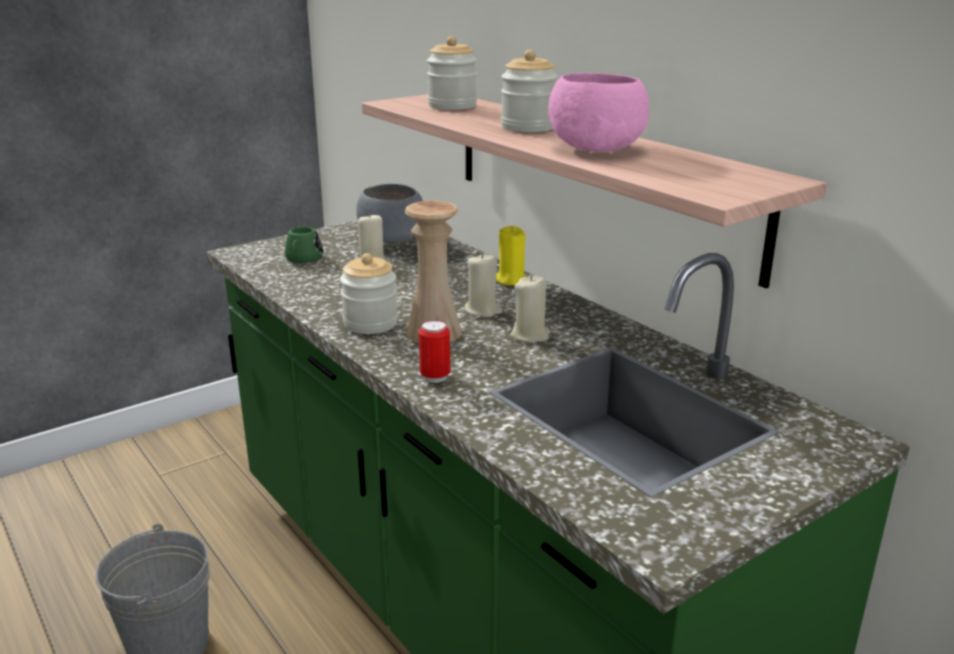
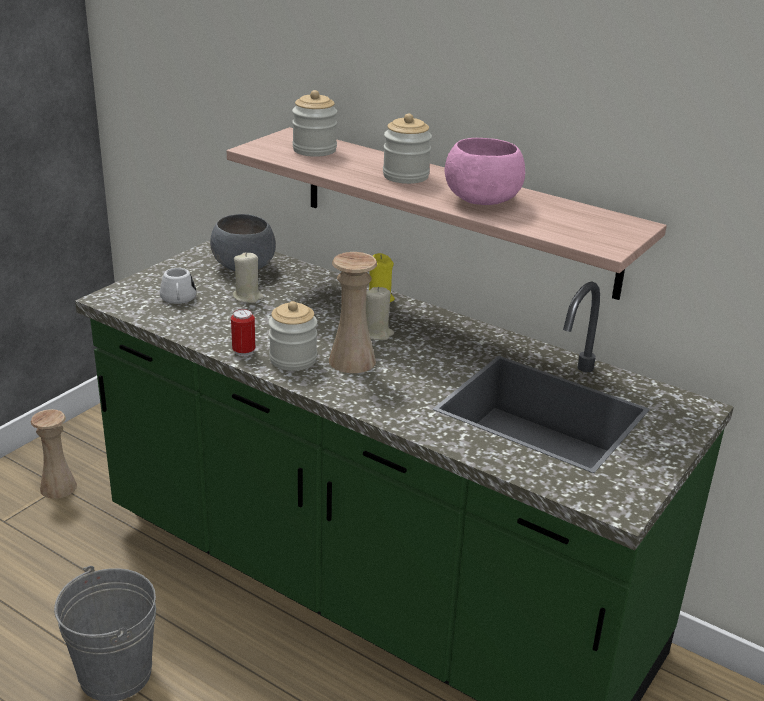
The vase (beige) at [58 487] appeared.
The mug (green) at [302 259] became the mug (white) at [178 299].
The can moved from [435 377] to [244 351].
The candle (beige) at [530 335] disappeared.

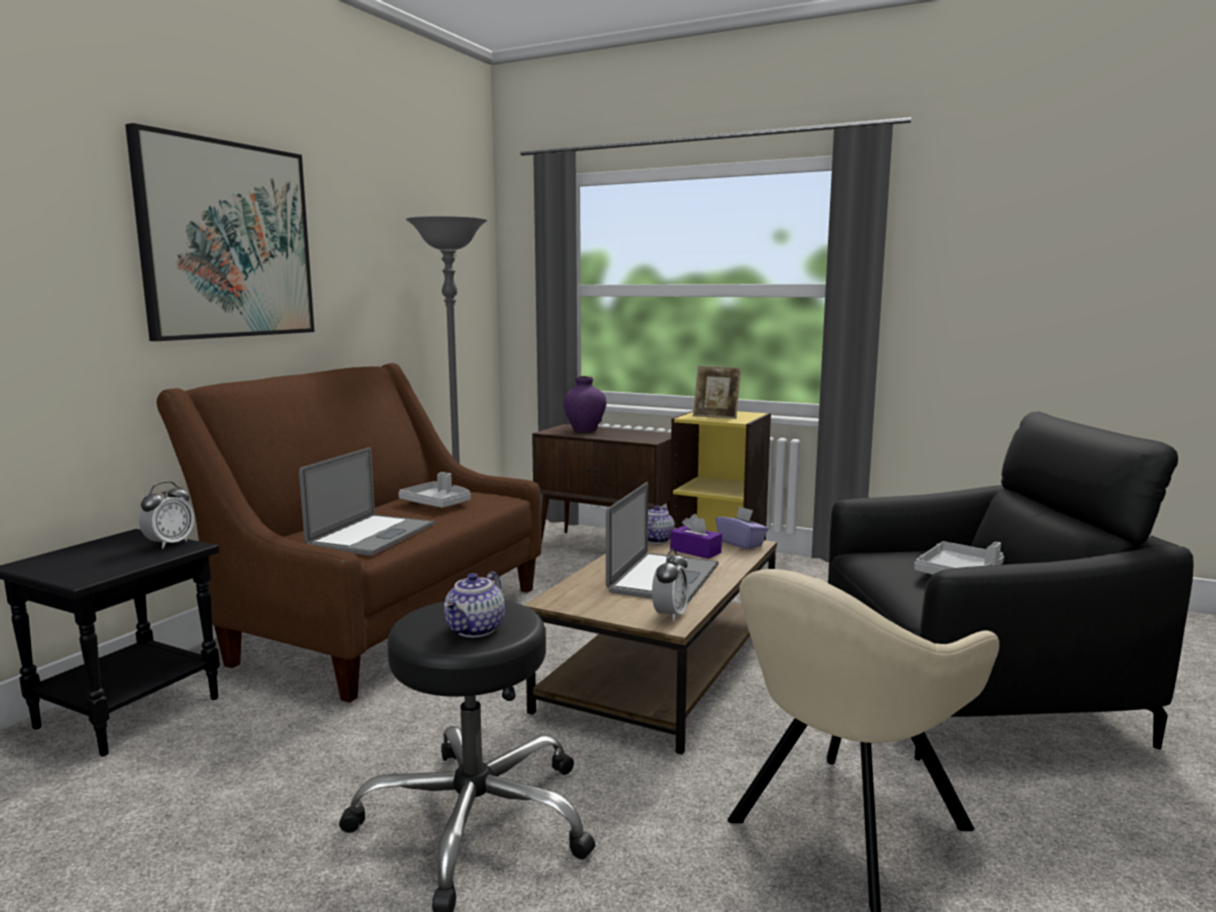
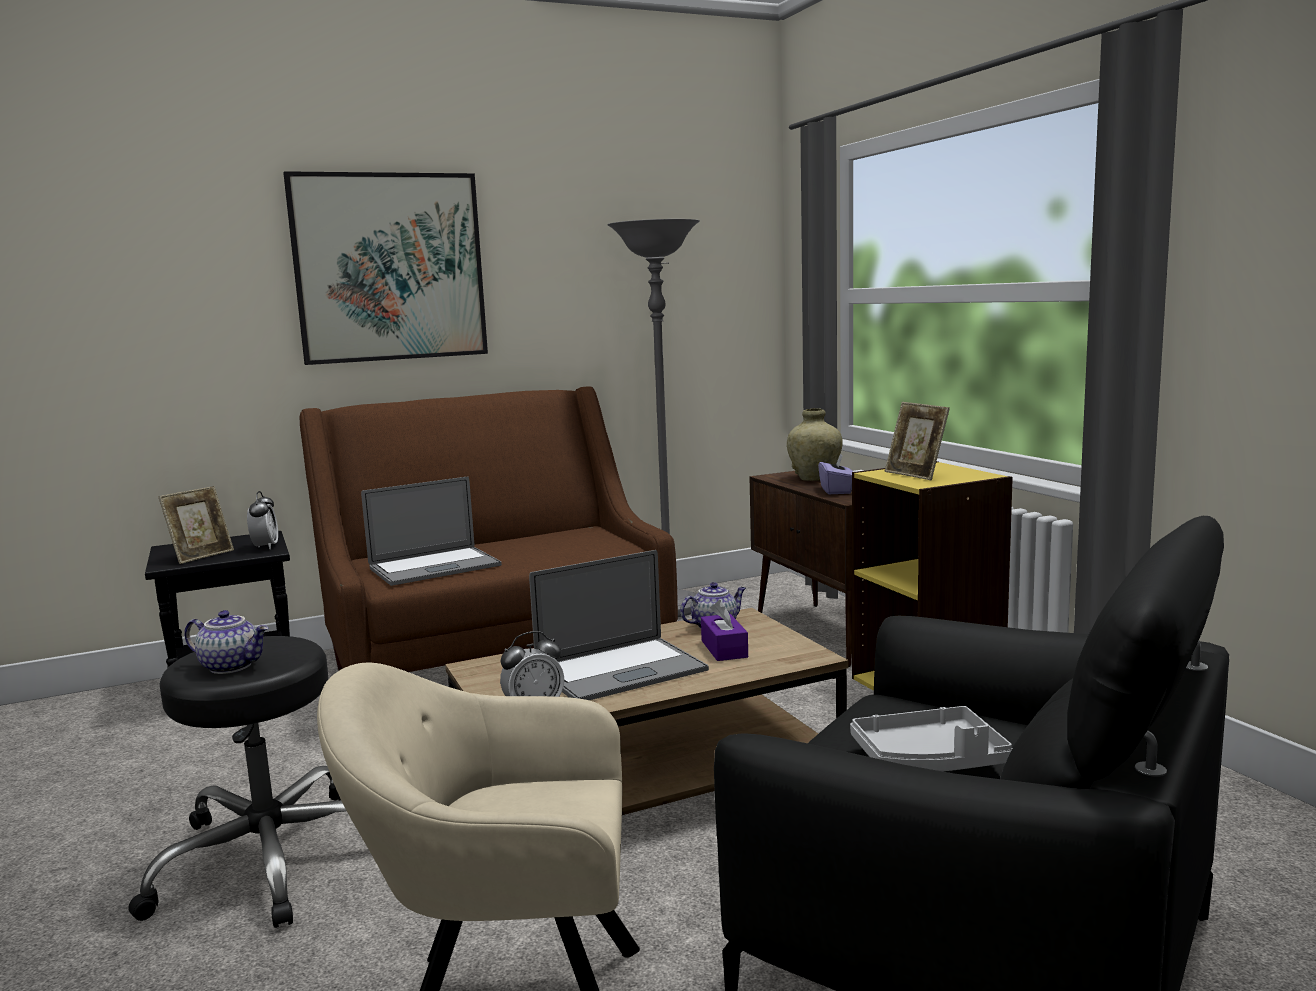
The picture frame at [201 556] appeared.
The teapot at [476 630] turned 135 degrees counterclockwise.
The alarm clock at [169 544] turned 75 degrees counterclockwise.
The vase (purple) at [585 430] became the vase (beige) at [814 478].
The tissue box (purple) moved from [741 543] to [836 490].
The tray (grey) at [438 504] disappeared.

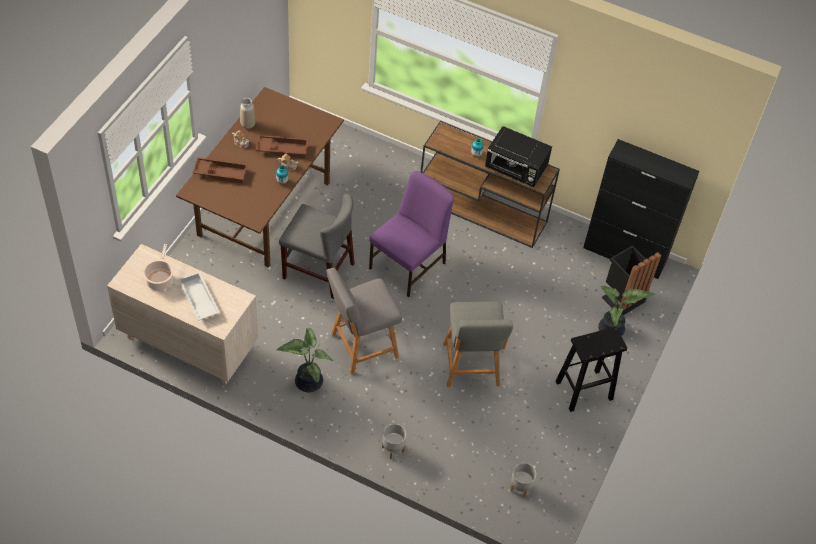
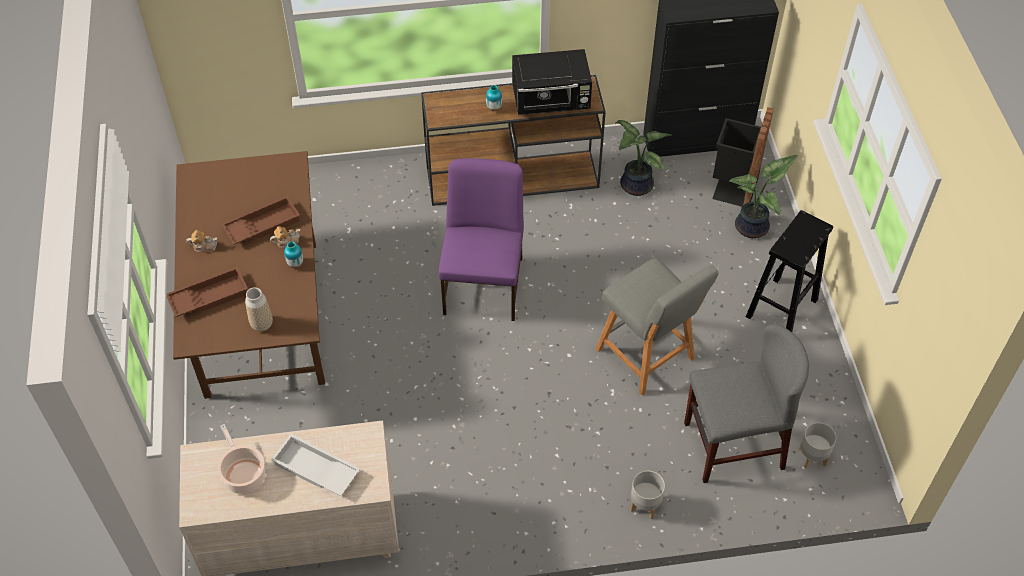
The vase moved from [248 125] to [262 324].
The potted plant moved from [307 381] to [634 185].
The chair (grey) moved from [318 271] to [733 445].
The stool (grey) at [361 347] disappeared.

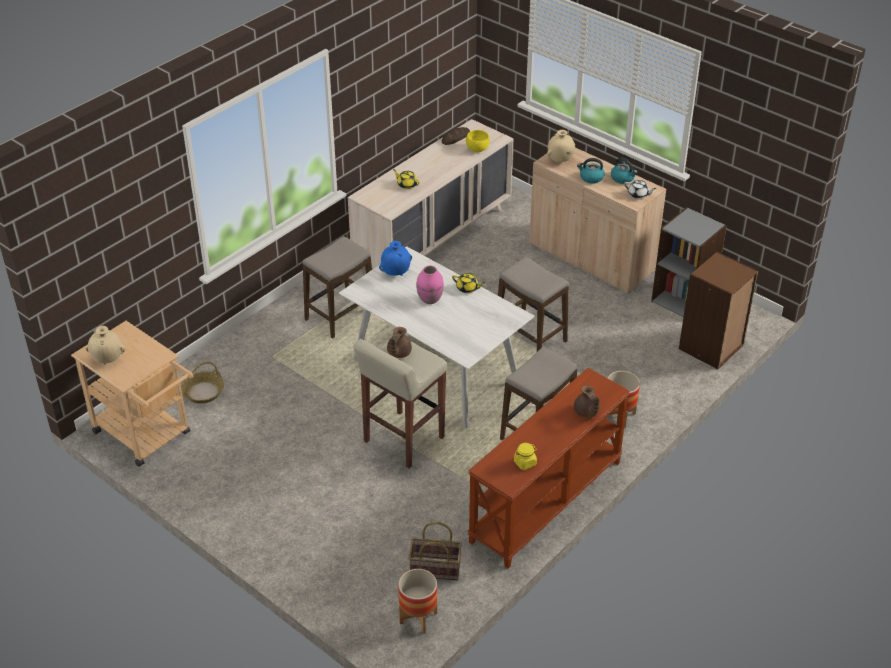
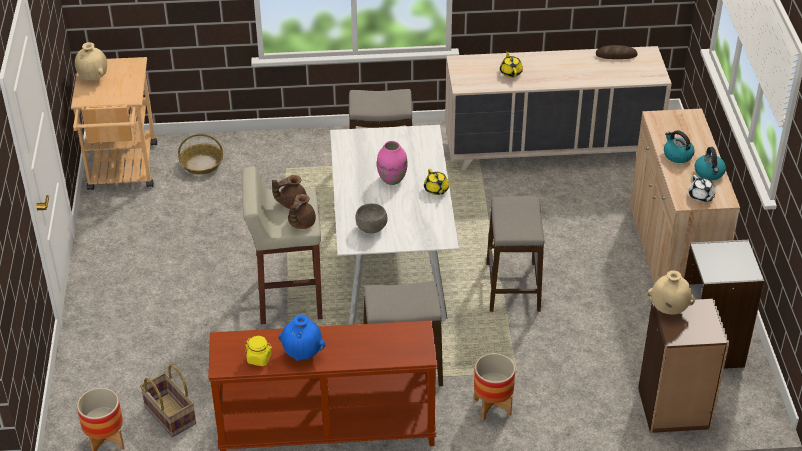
The vase (blue) moved from [396 273] to [303 354].
The teapot (brown) moved from [586 412] to [301 223].
The bowl (grey) at [372 228] appeared.
The vase (beige) moved from [560 161] to [668 309].
The bowl (yellow) at [477 149] disappeared.

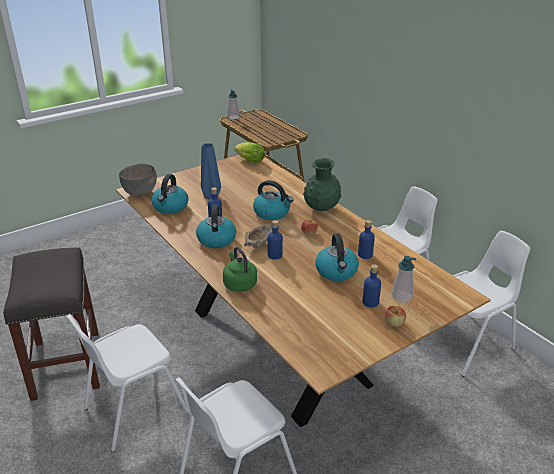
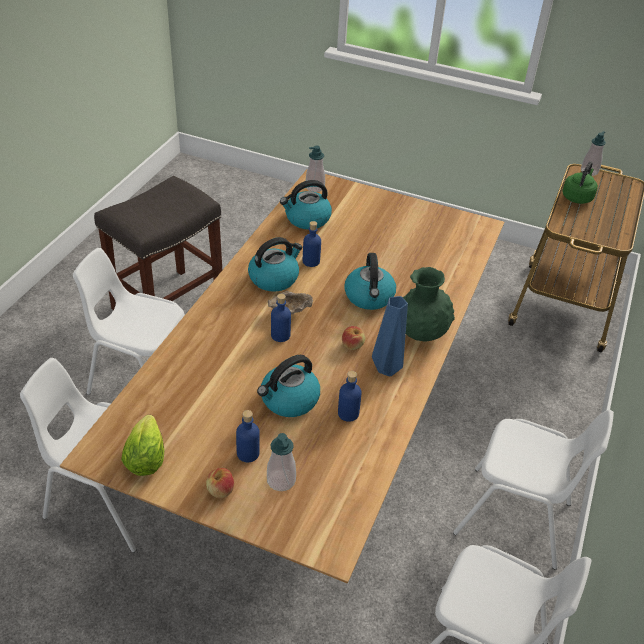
The lettuce moved from [249 161] to [146 455].
The bowl (grey) at [140 193] was replaced by the soap dispenser at [315 187].
The vase (blue) moved from [210 196] to [387 368].
The kettle (green) moved from [239 284] to [577 197].

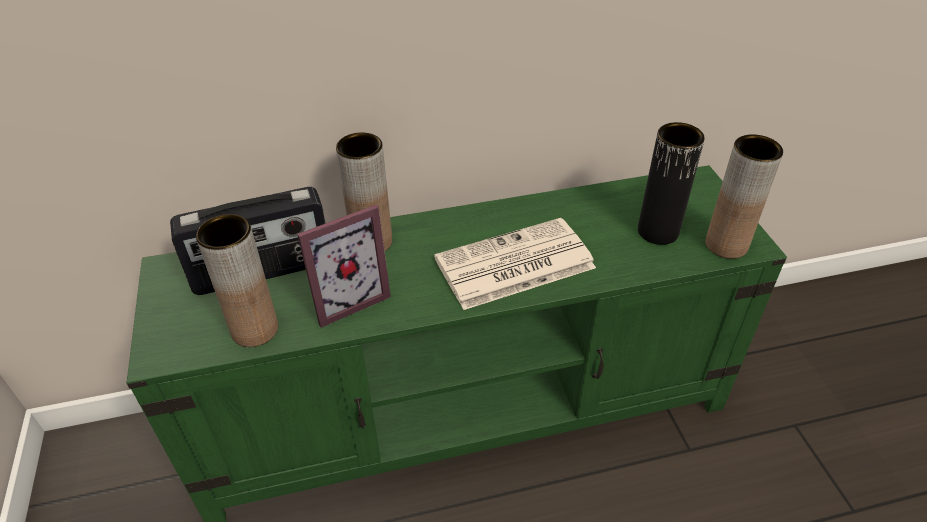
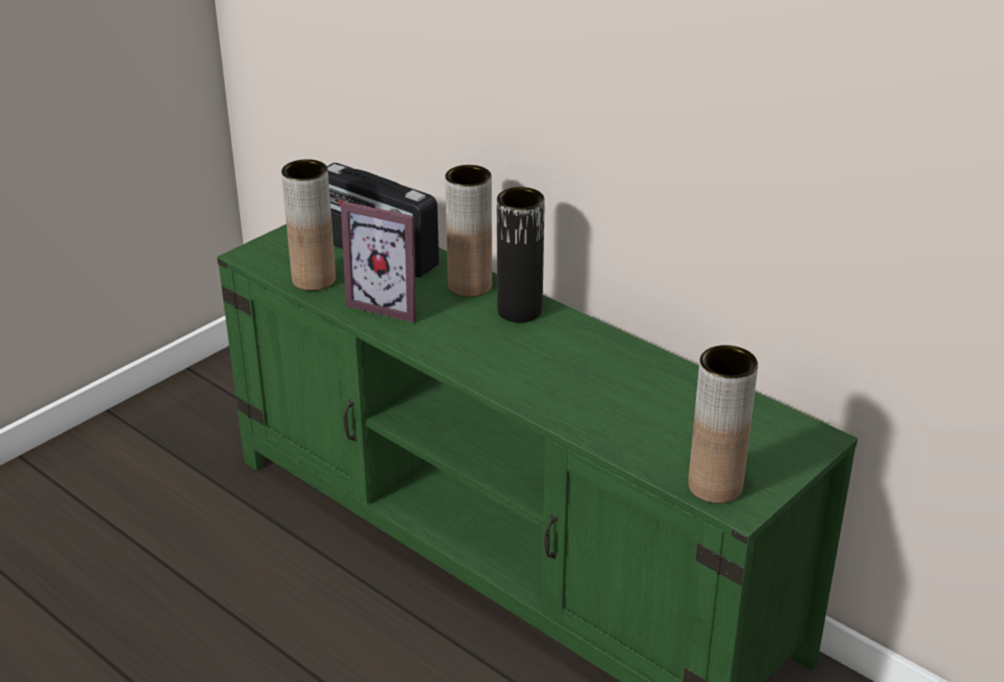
The vase (black) moved from [658 231] to [519 311].
The newspaper at [513 265] disappeared.

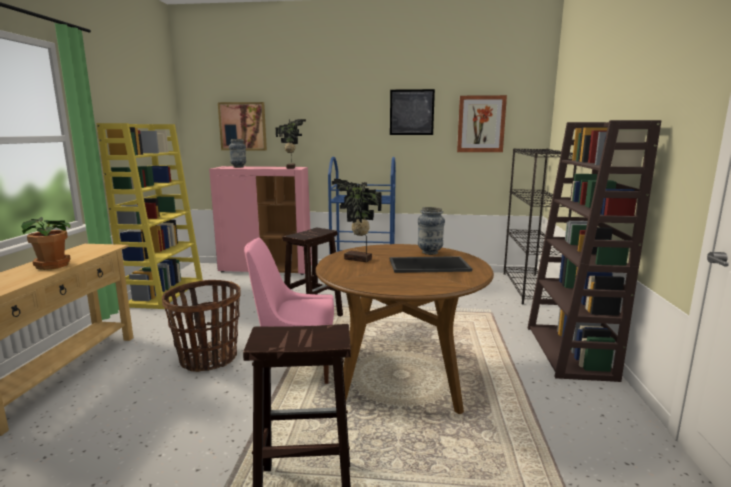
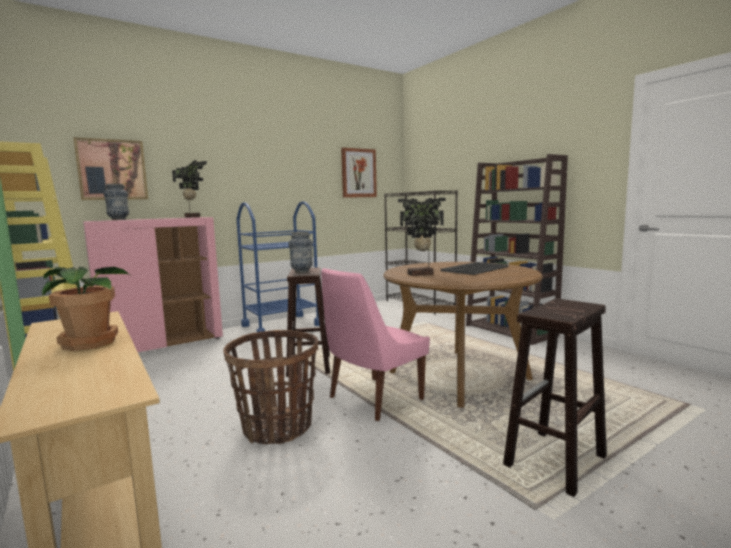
The vase moved from [430 252] to [302 272].
The picture at [411 112] disappeared.

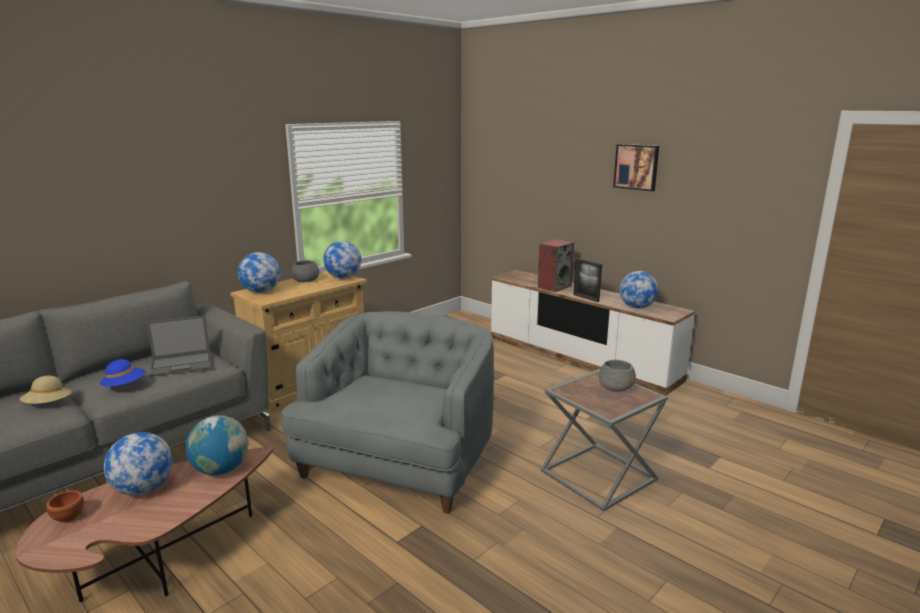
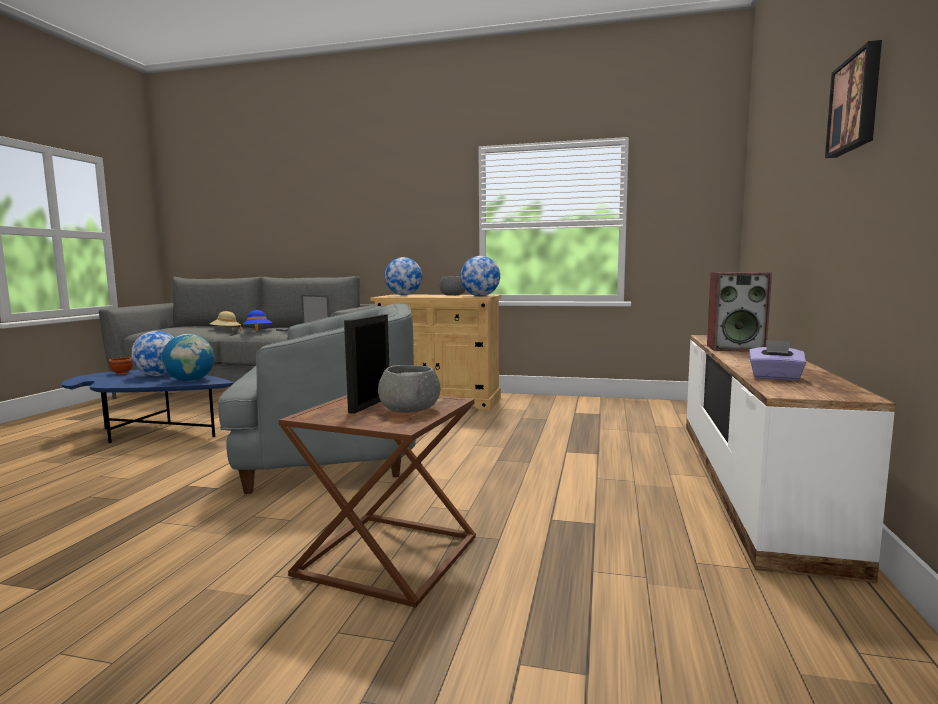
The coffee table (brown) at [158 561] became the coffee table (blue) at [149 431].
The side table (grey) at [600 476] became the side table (brown) at [388 558].
The picture frame moved from [586 298] to [370 404].
The globe at [636 307] was replaced by the tissue box (purple) at [775 377].

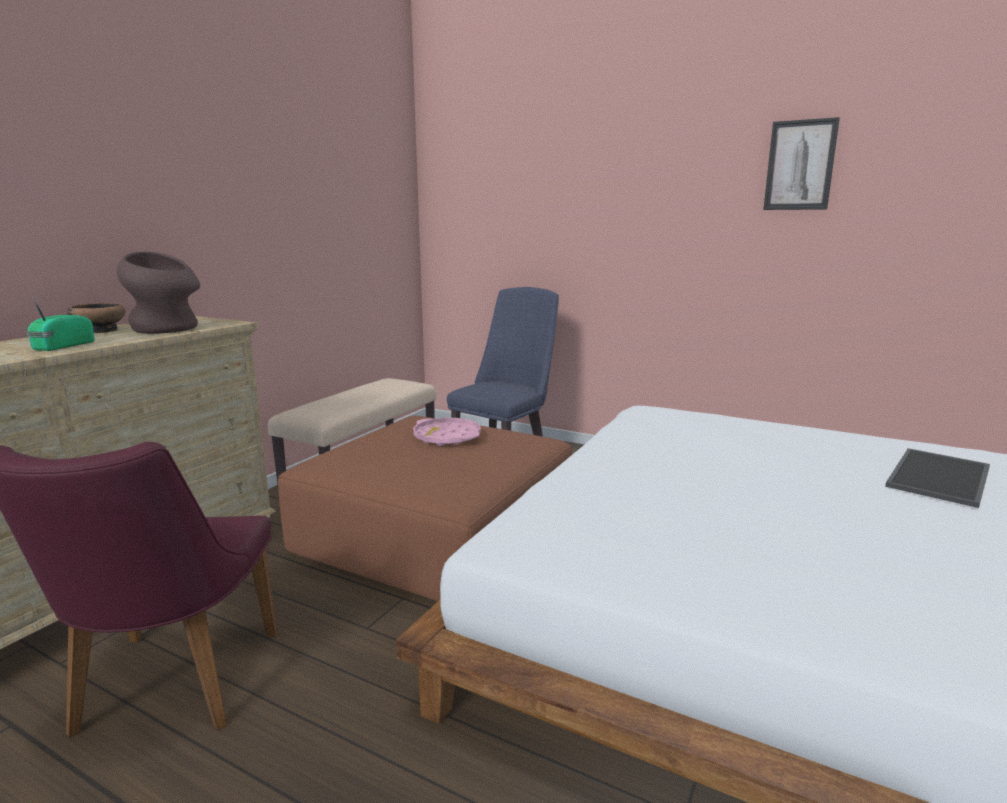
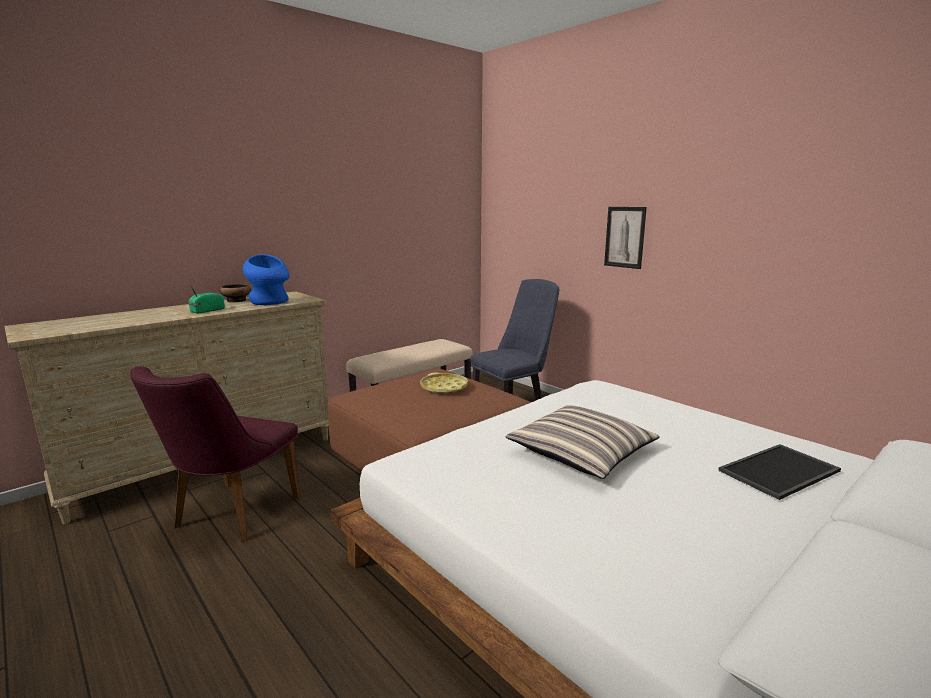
The vase (brown) at [167 330] became the vase (blue) at [270 302].
The tray (pink) at [447 437] became the tray (yellow) at [444 387].
The pillow at [581 453] appeared.
The picture moved from [800 165] to [625 237].

